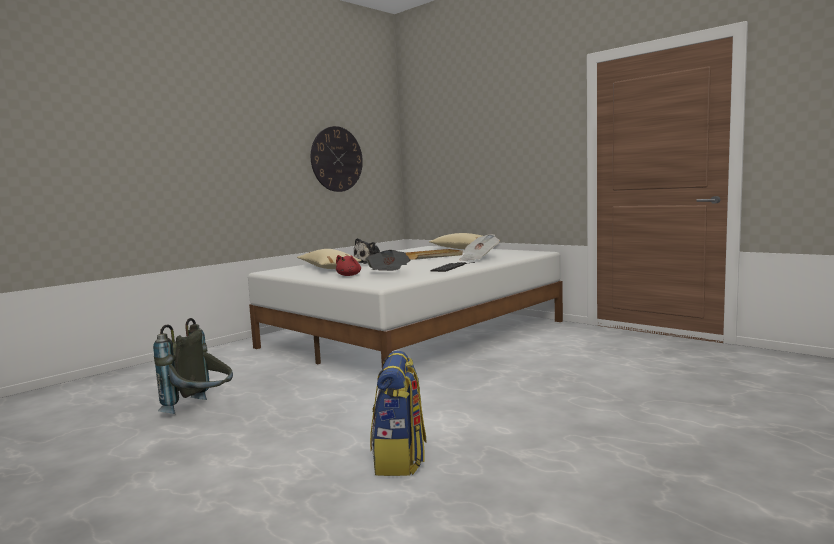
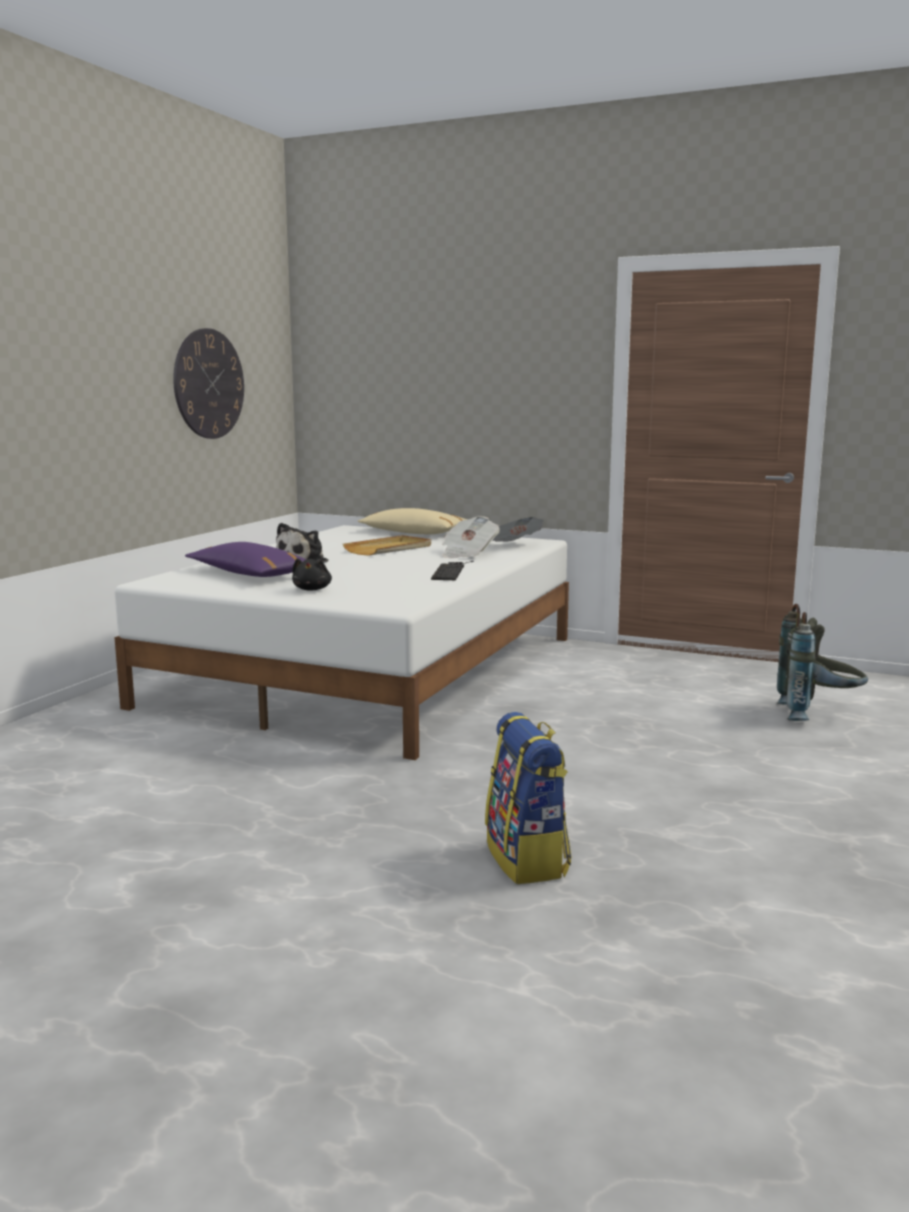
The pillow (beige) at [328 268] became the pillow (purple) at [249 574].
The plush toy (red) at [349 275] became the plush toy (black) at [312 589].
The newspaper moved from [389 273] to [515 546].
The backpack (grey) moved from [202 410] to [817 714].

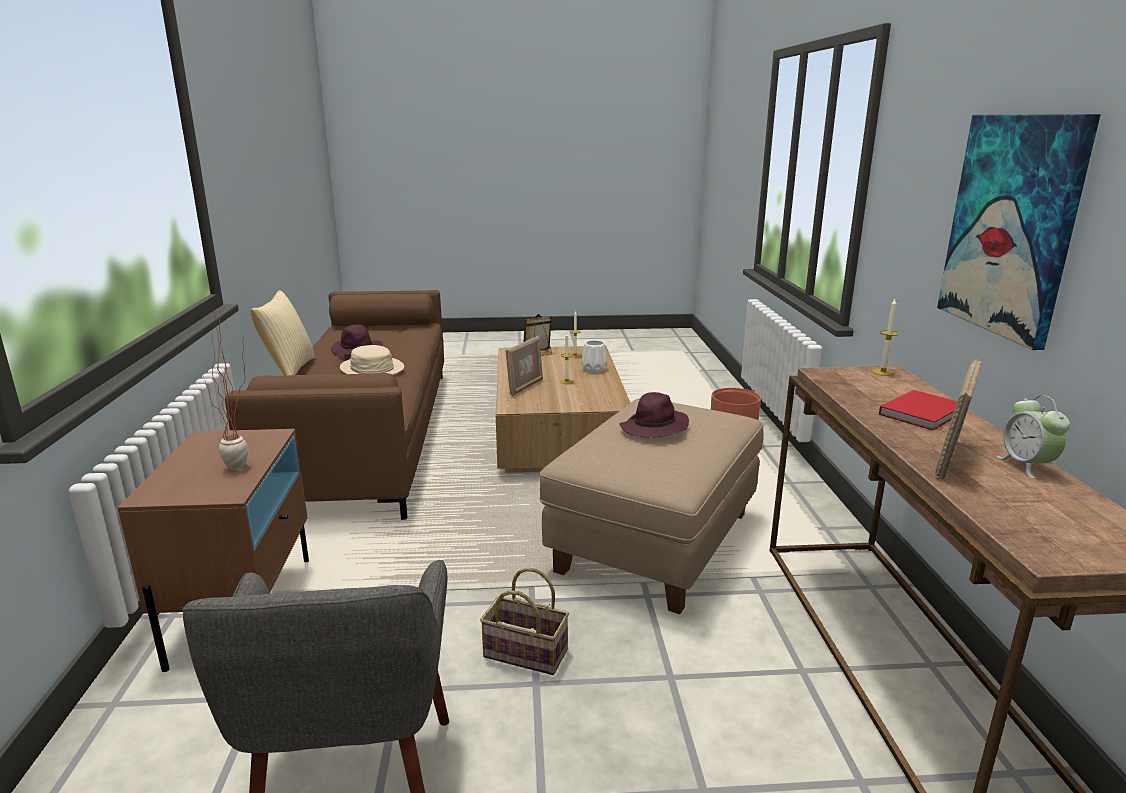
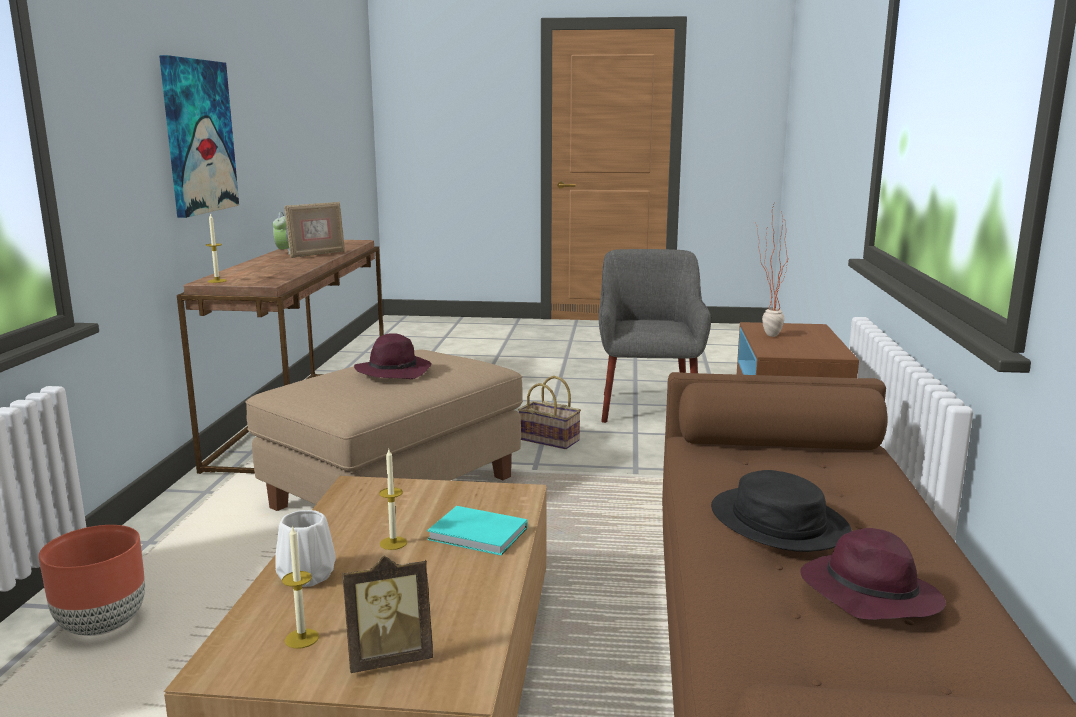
The picture frame at [525 387] was replaced by the book (turquoise) at [479 535].
The hat (beige) at [372 369] became the hat (black) at [779 521].
The pillow at [288 370] disappeared.
The book (red) at [924 413] disappeared.

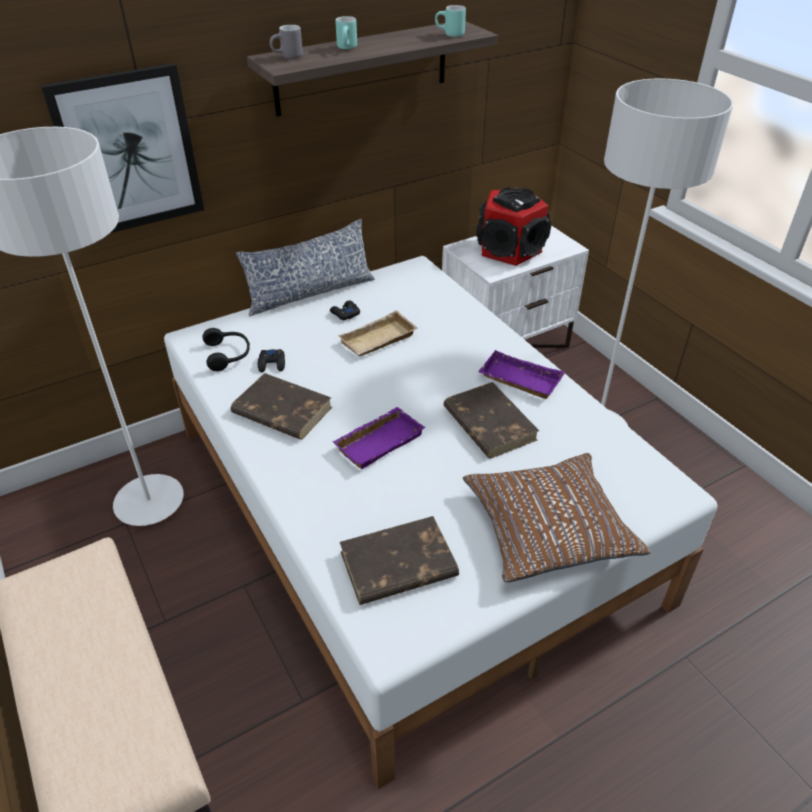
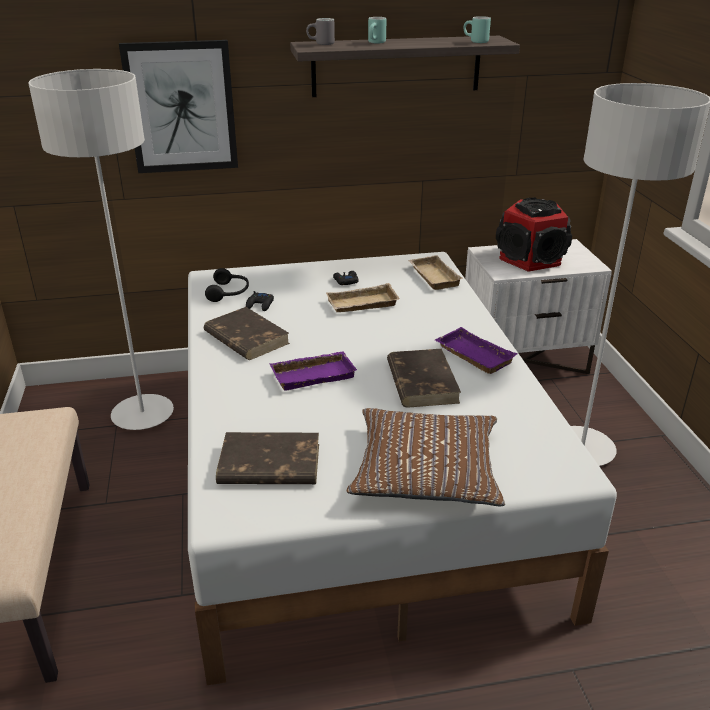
The tray (beige) at [432 276] appeared.
The pillow at [310 293] disappeared.

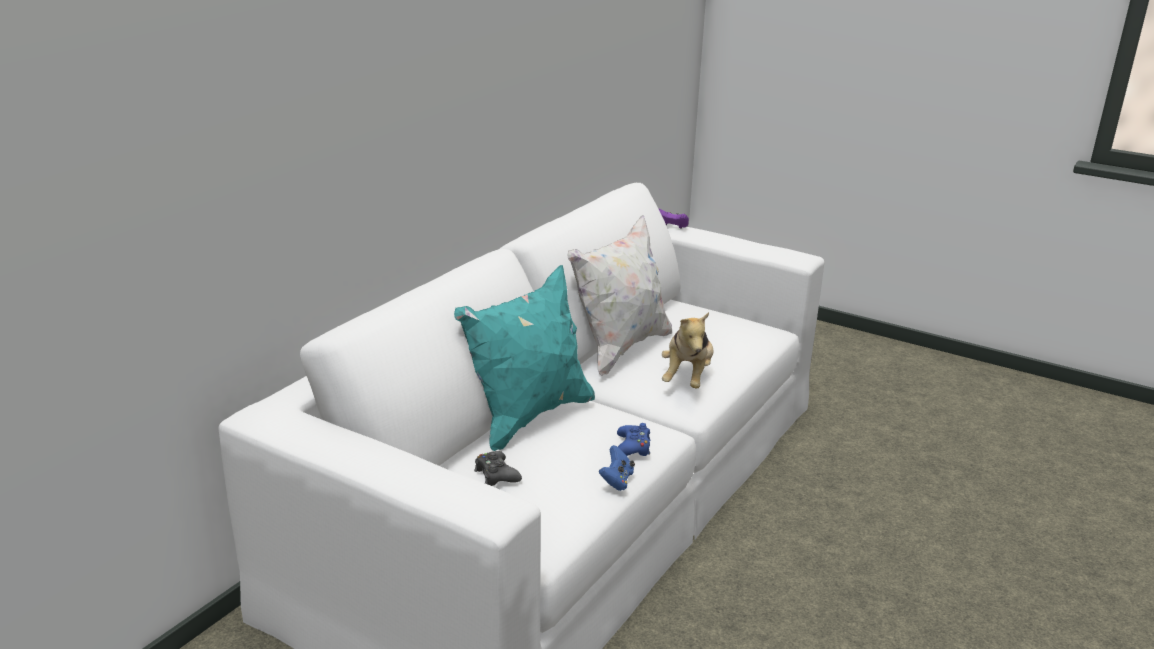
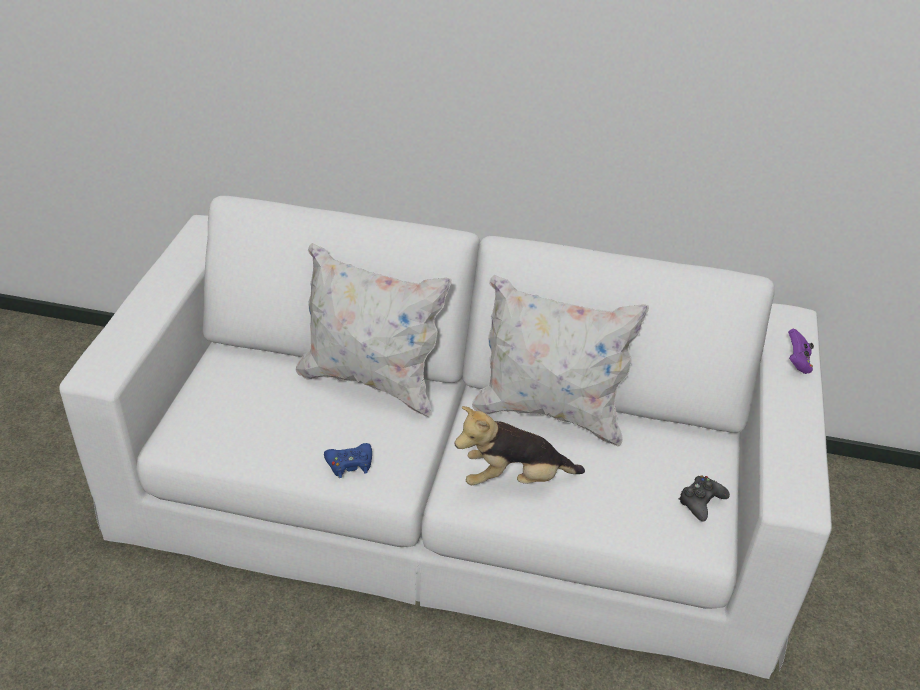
The pillow (turquoise) at [528 417] became the pillow (white) at [371 381].
The game controller (black) moved from [496 475] to [701 502].
The game controller (blue) at [617 481] disappeared.

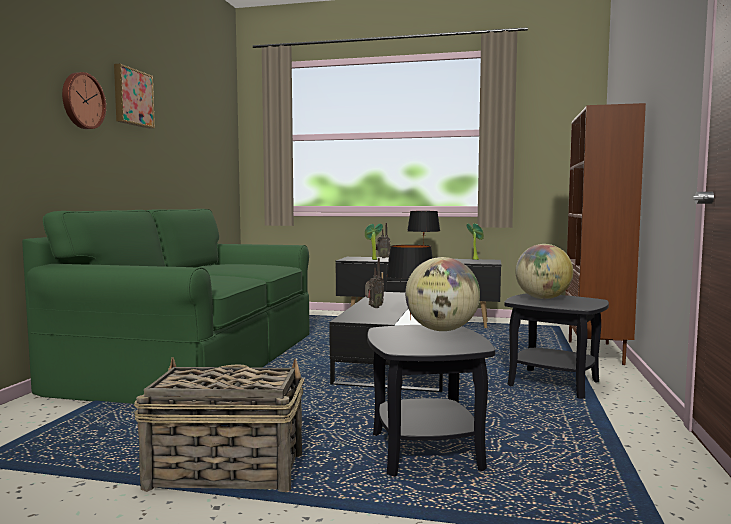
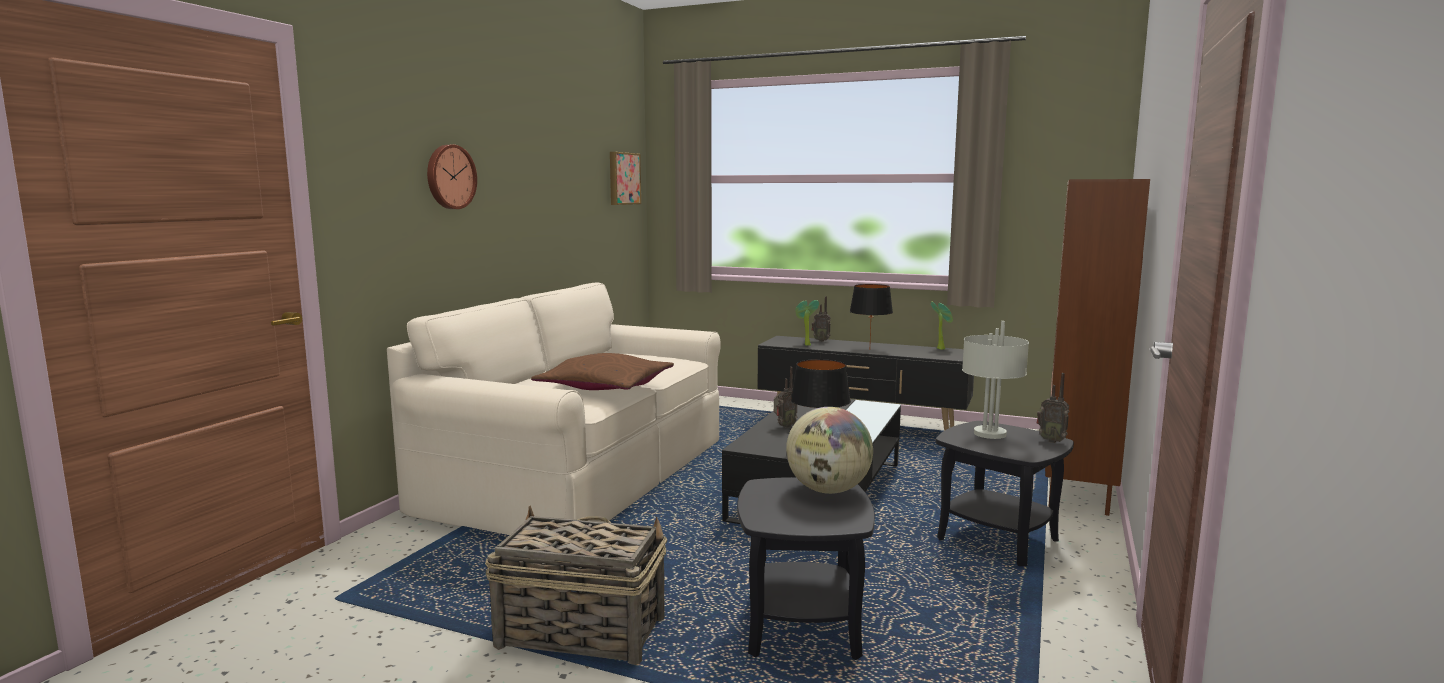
The sofa (green) at [198 359] became the sofa (beige) at [581 472].
The pillow (brown) at [605 387] appeared.
The picture moved from [132 97] to [623 178].
The globe at [542 298] was replaced by the table lamp (grey) at [989 434].
The radio at [1051 441] appeared.

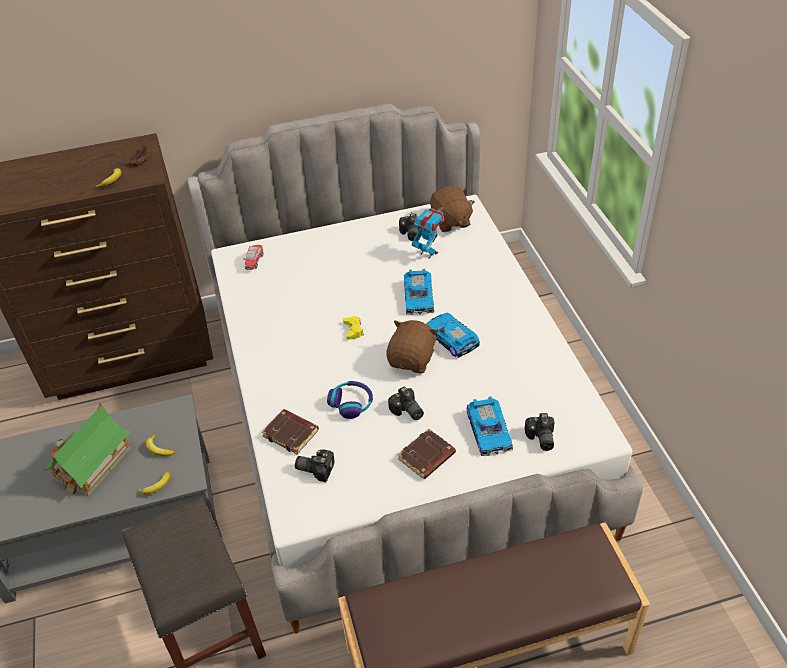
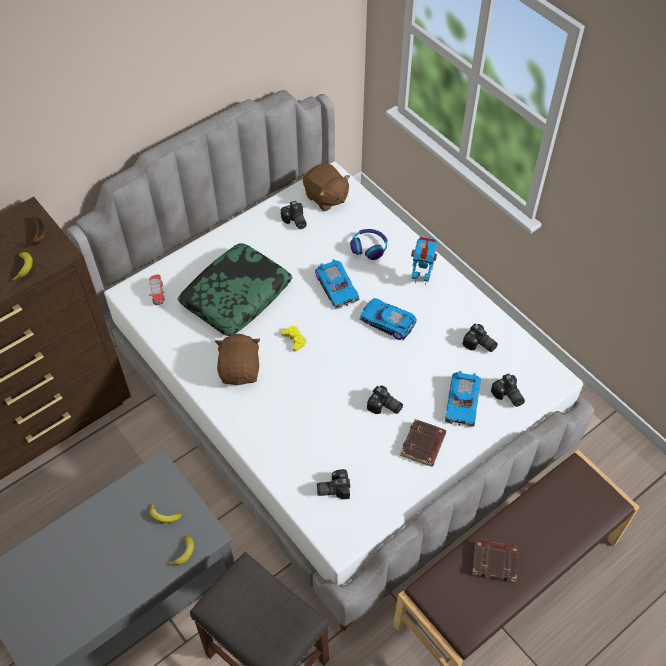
The pillow at [236 295] appeared.
The plush toy (brown) moved from [412 359] to [240 370].
The headphones moved from [351 403] to [369 247].
The toy robot moved from [428 253] to [421 278].
The toy car at [490 430] turned 45 degrees clockwise.
The photo camera at [479 345] appeared.
The book (brown) moved from [291 433] to [495 561].
The toy house at [93 464] disappeared.

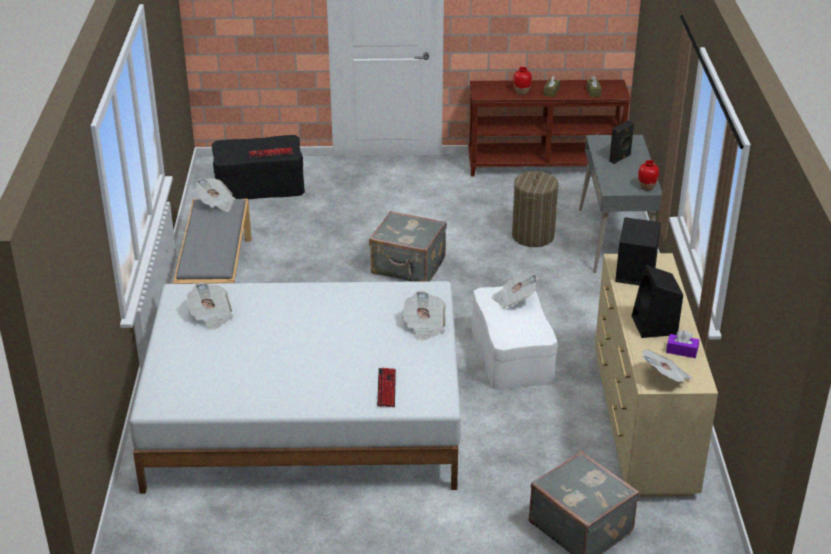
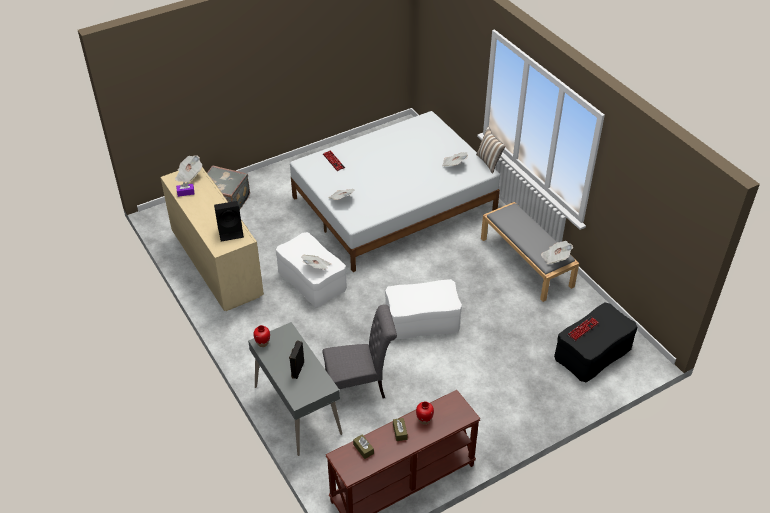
The laundry basket at [533 236] was replaced by the chair (grey) at [359 388].
The suitcase (grey) at [408 267] was replaced by the ottoman (white) at [422 320].
The pillow at [489 162] appeared.
The speaker (black) at [655 326] disappeared.

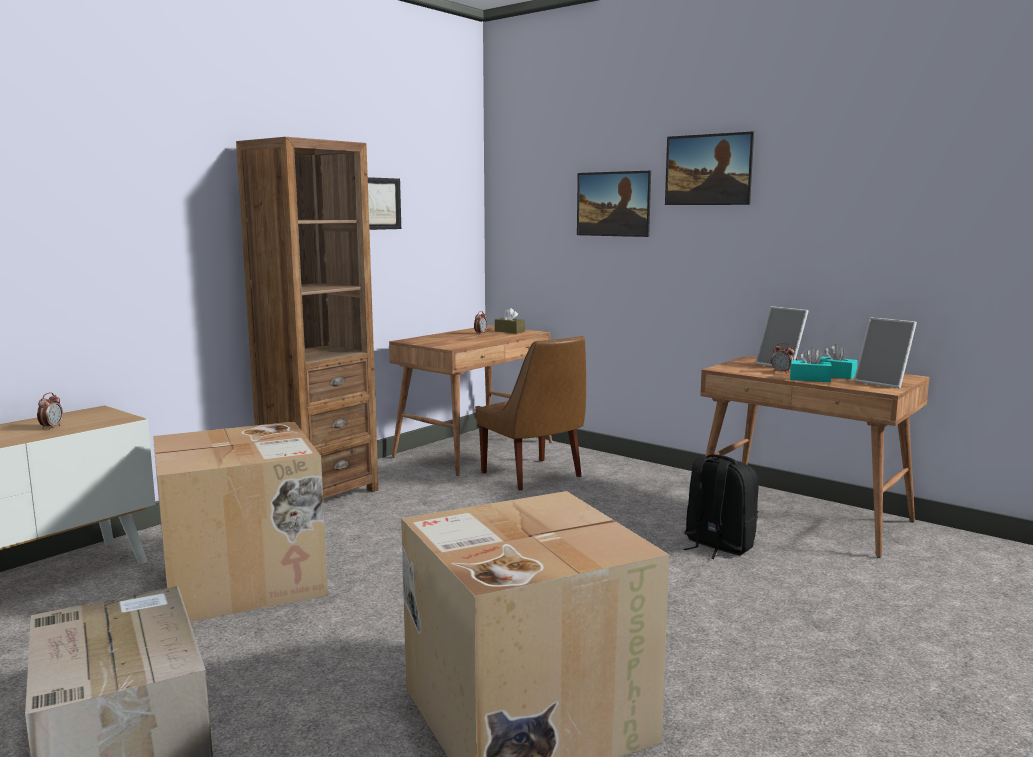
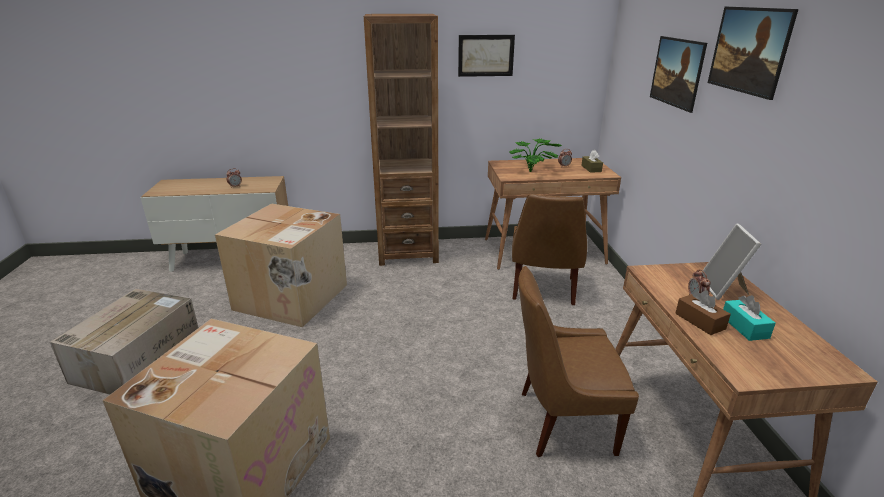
The potted plant at [533 172] appeared.
The backpack (black) at [717 546] was replaced by the chair (brown) at [561 422].
The tissue box (turquoise) at [810 379] became the tissue box (brown) at [700 321].
The picture frame at [883 383] disappeared.

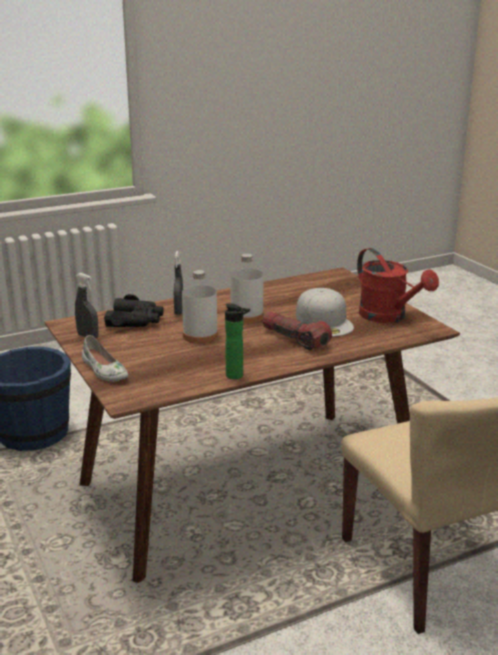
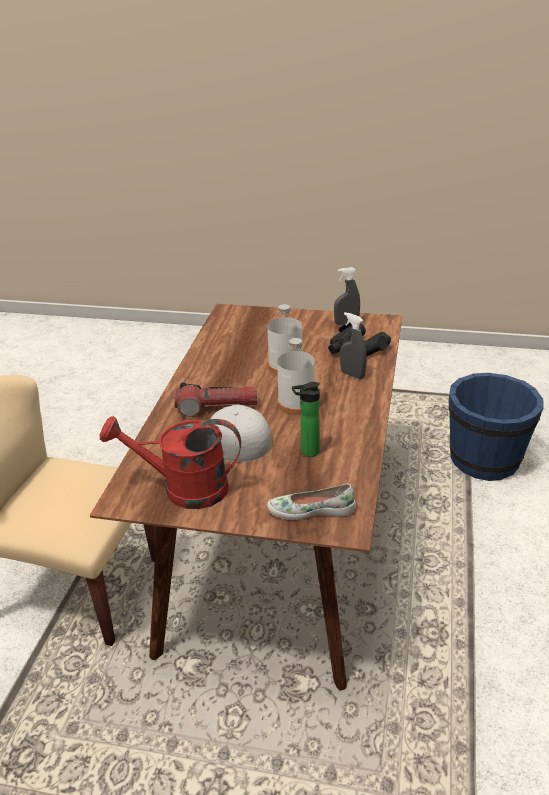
The shoe (white) moved from [104 371] to [311 509].
The bottle moved from [237 376] to [307 452].

